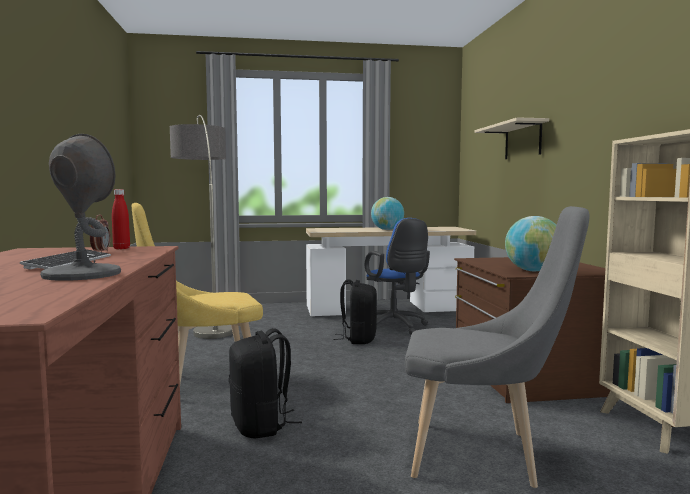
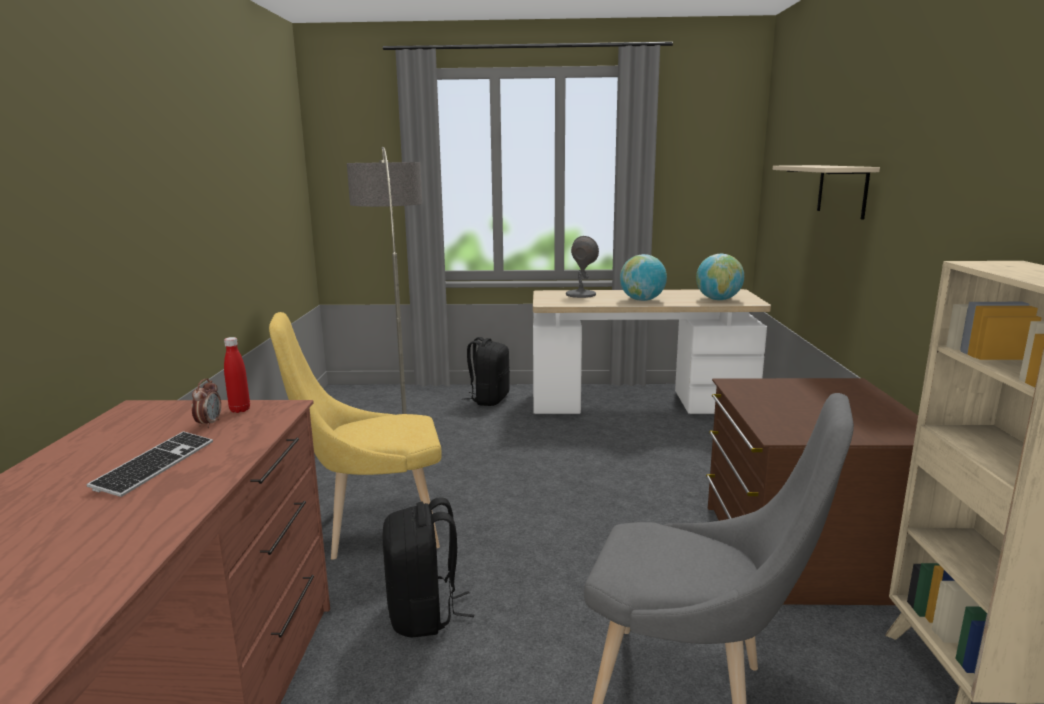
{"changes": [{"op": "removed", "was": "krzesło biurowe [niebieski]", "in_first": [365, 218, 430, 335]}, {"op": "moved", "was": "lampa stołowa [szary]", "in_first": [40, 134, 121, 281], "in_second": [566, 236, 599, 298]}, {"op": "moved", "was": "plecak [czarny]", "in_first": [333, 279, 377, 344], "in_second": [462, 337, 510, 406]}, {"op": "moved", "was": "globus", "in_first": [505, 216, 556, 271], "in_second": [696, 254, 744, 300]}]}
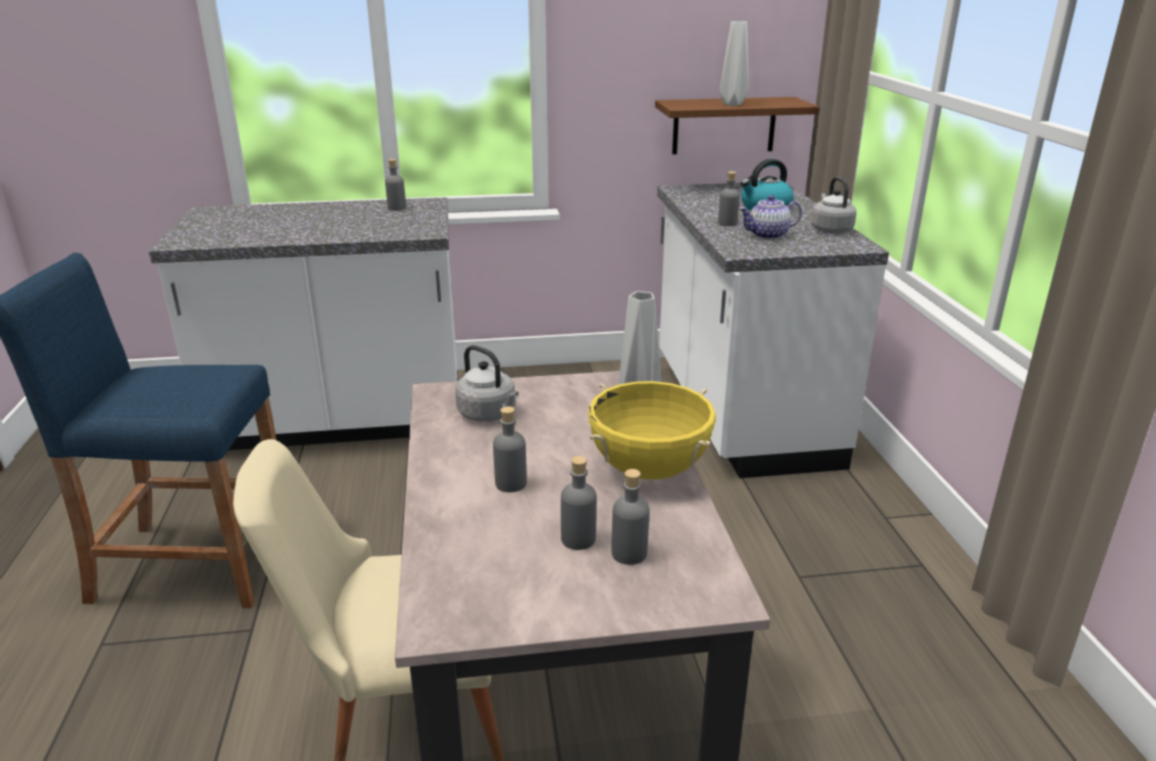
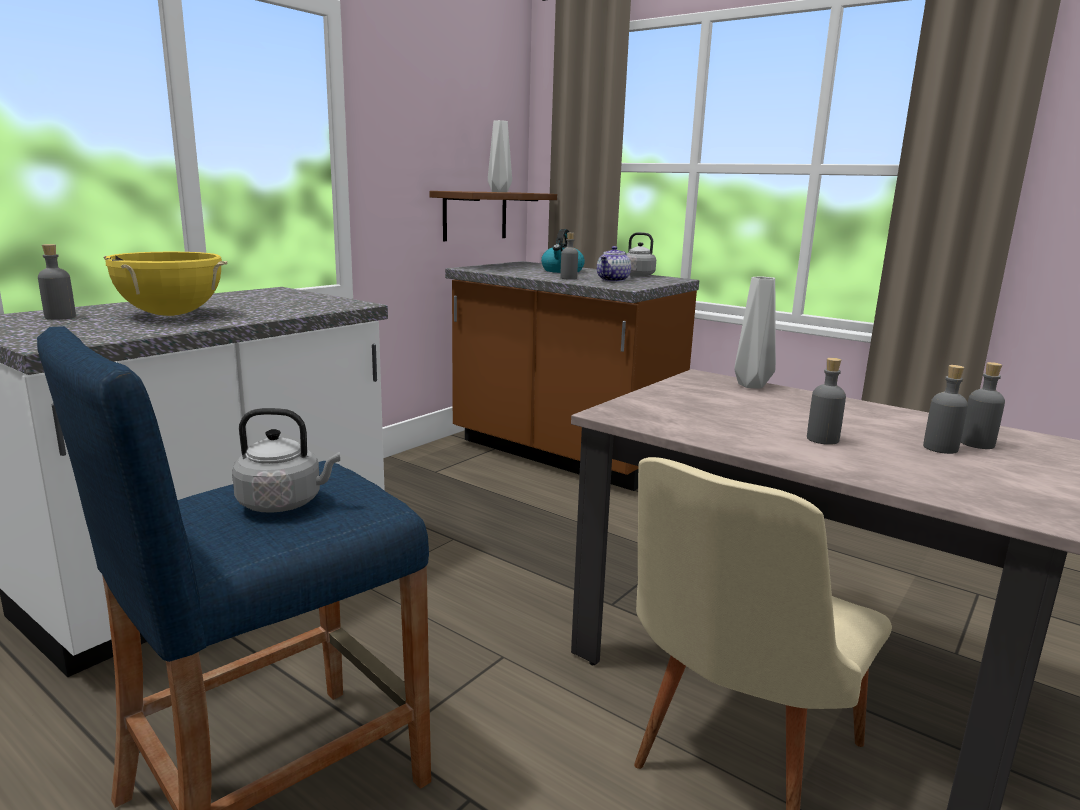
{"changes": [{"op": "moved", "was": "butelka [szary]", "in_first": [385, 159, 406, 211], "in_second": [38, 244, 76, 320]}, {"op": "moved", "was": "czajnik [szary]", "in_first": [455, 345, 519, 422], "in_second": [232, 408, 340, 513]}, {"op": "moved", "was": "garnek [żółty]", "in_first": [588, 381, 716, 480], "in_second": [103, 252, 227, 316]}, {"op": "recoloured", "was": "zabudowa kuchenna [biały]", "now": "zabudowa kuchenna [brązowy]", "in_first": [657, 182, 889, 478], "in_second": [445, 261, 699, 491]}]}
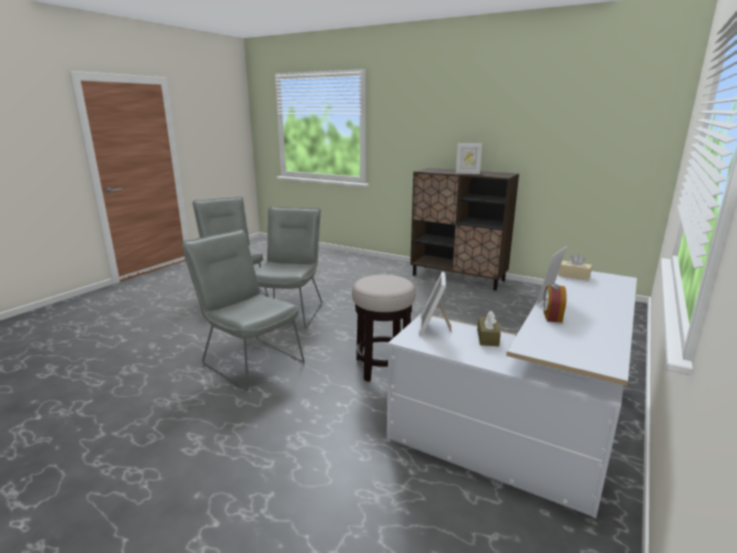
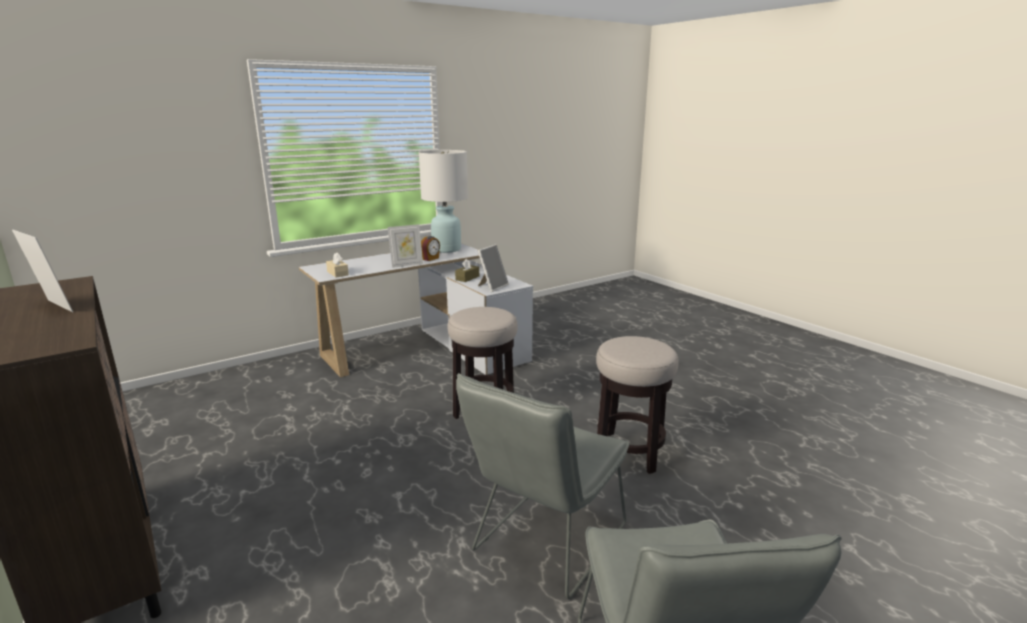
{"changes": [{"op": "added", "now": "lampa stołowa [biały]", "in_second": [419, 150, 468, 253]}, {"op": "replaced", "was": "krzesło [szary]", "now": "stołek", "in_first": [182, 229, 304, 391], "in_second": [596, 336, 679, 474]}]}
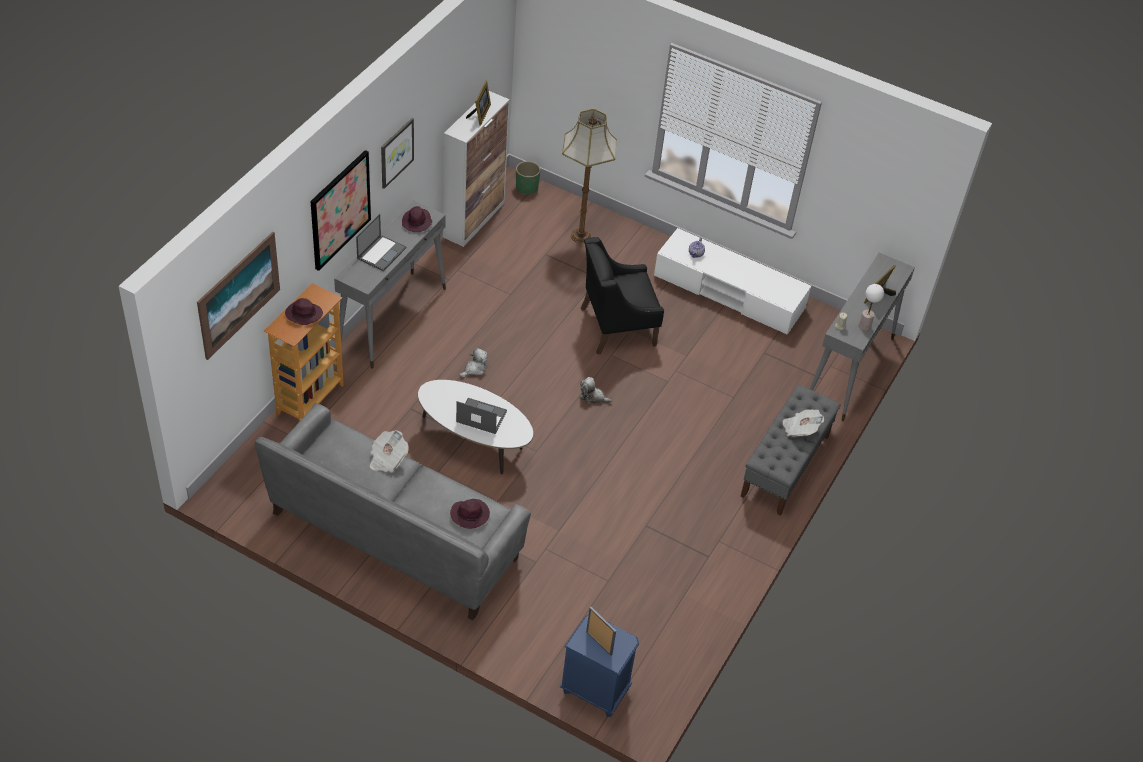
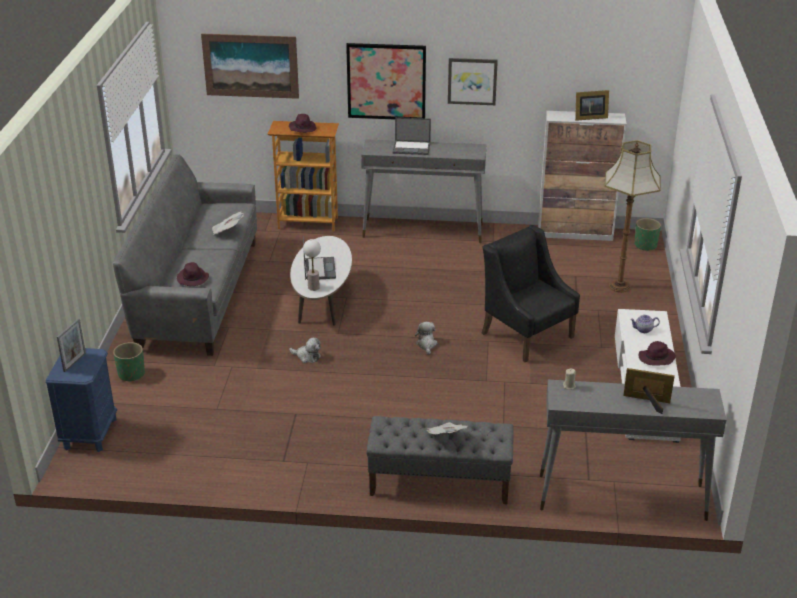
{"changes": [{"op": "added", "now": "donica [zielony]", "in_second": [113, 342, 145, 381]}, {"op": "moved", "was": "kapelusz [fioletowy]", "in_first": [402, 206, 432, 232], "in_second": [639, 341, 676, 365]}, {"op": "moved", "was": "pluszak", "in_first": [459, 348, 488, 378], "in_second": [289, 337, 321, 363]}, {"op": "moved", "was": "lampa stołowa", "in_first": [859, 284, 884, 331], "in_second": [303, 239, 321, 291]}]}
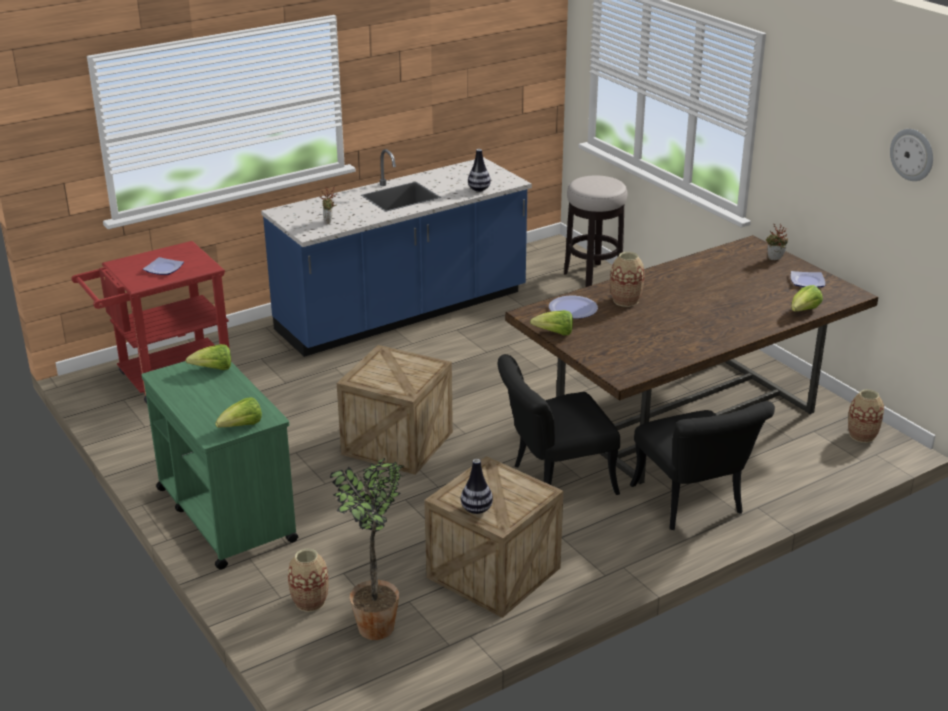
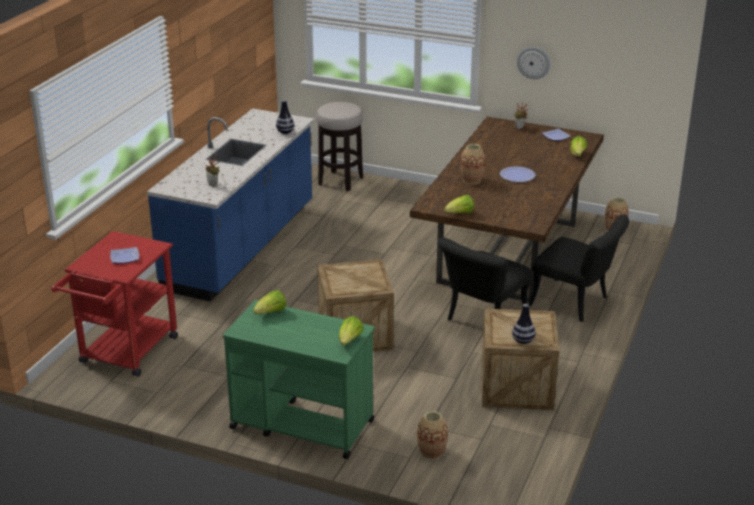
{"changes": [{"op": "removed", "was": "roślina doniczkowa", "in_first": [330, 458, 404, 640]}, {"op": "moved", "was": "talerz", "in_first": [549, 296, 598, 319], "in_second": [500, 166, 536, 182]}, {"op": "moved", "was": "zegar ścienny", "in_first": [890, 129, 933, 181], "in_second": [517, 47, 550, 79]}]}
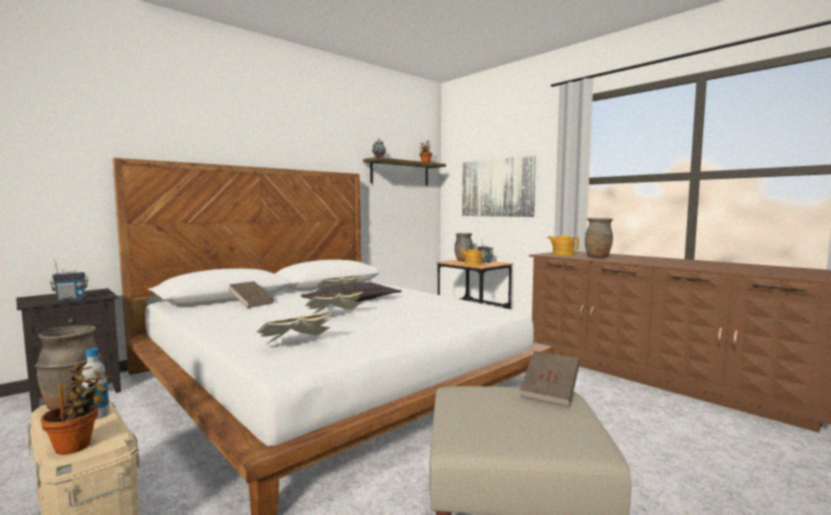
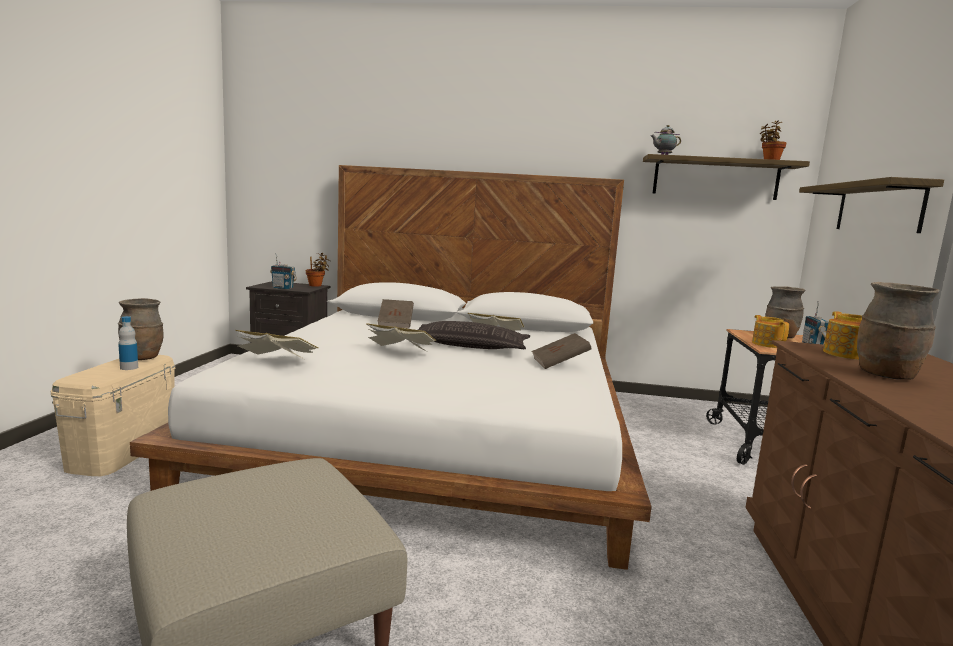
{"changes": [{"op": "moved", "was": "roślina doniczkowa", "in_first": [41, 365, 110, 455], "in_second": [306, 253, 330, 287]}, {"op": "moved", "was": "książka [brązowy]", "in_first": [520, 351, 580, 407], "in_second": [531, 333, 592, 369]}, {"op": "replaced", "was": "obraz", "now": "półka", "in_first": [462, 156, 536, 217], "in_second": [799, 177, 944, 233]}]}
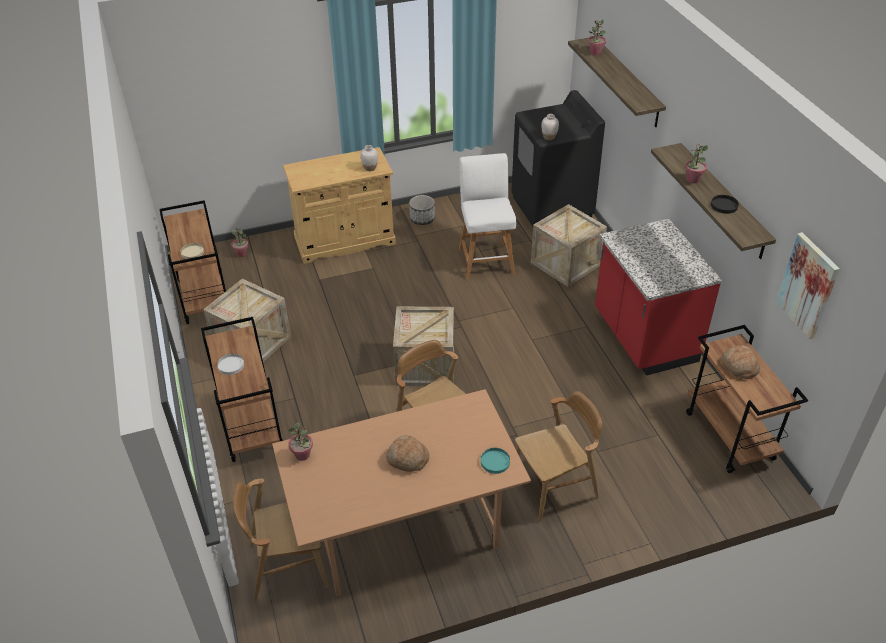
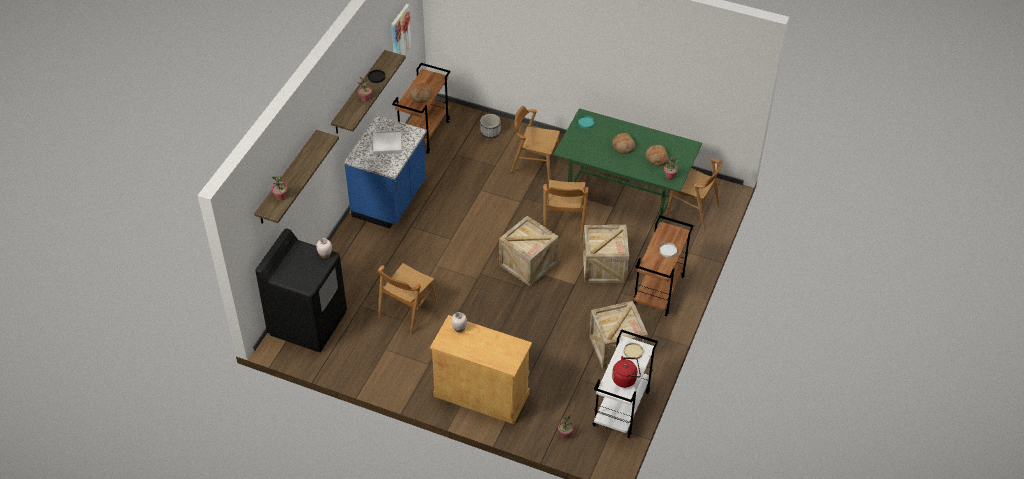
{"changes": [{"op": "added", "now": "taca [biały]", "in_second": [373, 131, 402, 155]}, {"op": "added", "now": "czajnik [czerwony]", "in_second": [612, 356, 641, 388]}, {"op": "added", "now": "chleb", "in_second": [645, 145, 668, 166]}, {"op": "moved", "was": "donica", "in_first": [409, 195, 435, 225], "in_second": [480, 114, 501, 139]}, {"op": "moved", "was": "skrzynka", "in_first": [531, 204, 607, 287], "in_second": [583, 225, 629, 283]}, {"op": "replaced", "was": "stołek [biały]", "now": "krzesło [brązowy]", "in_first": [459, 153, 516, 279], "in_second": [378, 263, 437, 334]}, {"op": "recoloured", "was": "wózek [brązowy]", "now": "wózek [biały]", "in_first": [159, 200, 226, 324], "in_second": [592, 329, 658, 438]}, {"op": "recoloured", "was": "stół jadalny [brązowy]", "now": "stół jadalny [zielony]", "in_first": [272, 389, 531, 596], "in_second": [553, 108, 702, 224]}, {"op": "recoloured", "was": "zabudowa kuchenna [czerwony]", "now": "zabudowa kuchenna [niebieski]", "in_first": [595, 219, 722, 376], "in_second": [344, 115, 427, 229]}]}
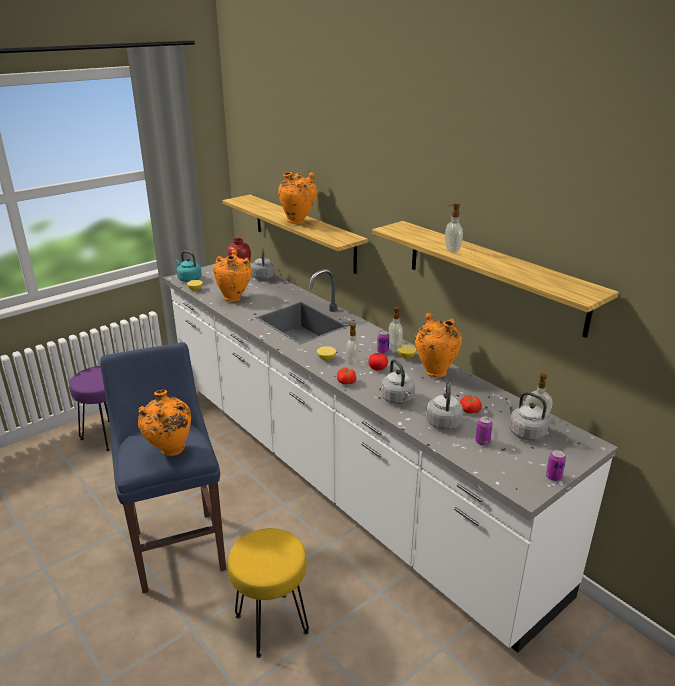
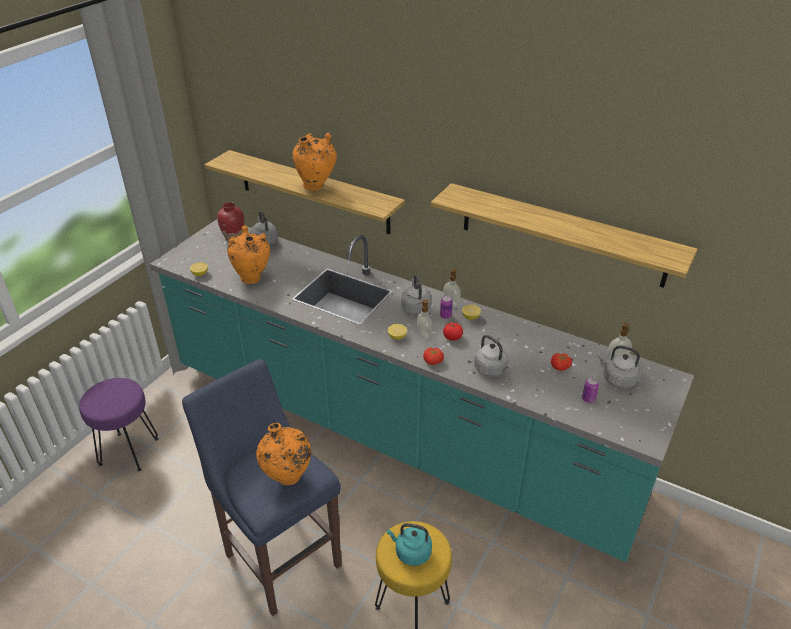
{"changes": [{"op": "removed", "was": "wazon [pomarańczowy]", "in_first": [415, 313, 462, 377]}, {"op": "removed", "was": "dozownik mydła", "in_first": [445, 202, 463, 253]}, {"op": "removed", "was": "puszka", "in_first": [546, 449, 566, 481]}, {"op": "moved", "was": "czajnik [turkusowy]", "in_first": [176, 251, 202, 282], "in_second": [387, 523, 432, 566]}, {"op": "moved", "was": "czajnik [szary]", "in_first": [426, 382, 463, 430], "in_second": [401, 275, 431, 315]}, {"op": "recoloured", "was": "zabudowa kuchenna [biały]", "now": "zabudowa kuchenna [turkusowy]", "in_first": [163, 262, 618, 653], "in_second": [150, 219, 694, 562]}]}
